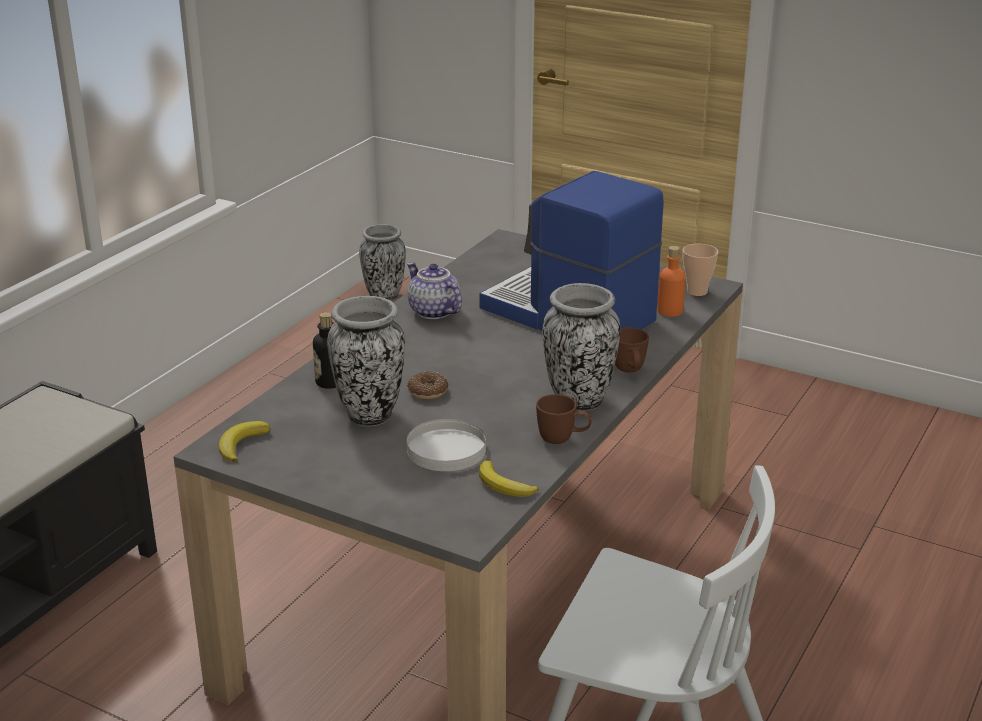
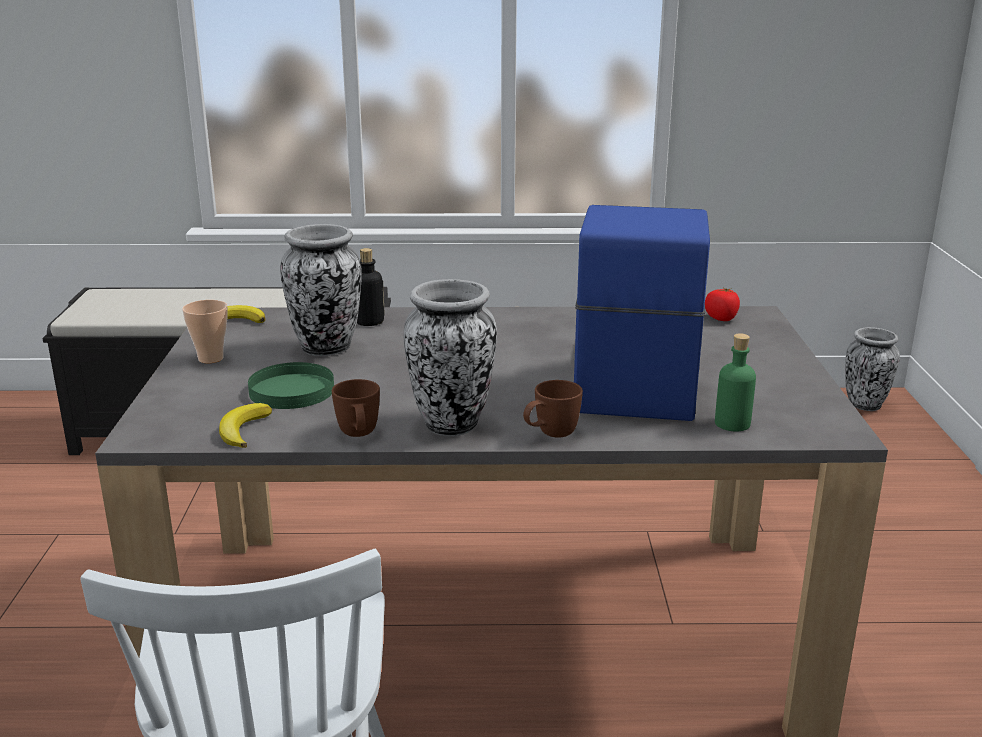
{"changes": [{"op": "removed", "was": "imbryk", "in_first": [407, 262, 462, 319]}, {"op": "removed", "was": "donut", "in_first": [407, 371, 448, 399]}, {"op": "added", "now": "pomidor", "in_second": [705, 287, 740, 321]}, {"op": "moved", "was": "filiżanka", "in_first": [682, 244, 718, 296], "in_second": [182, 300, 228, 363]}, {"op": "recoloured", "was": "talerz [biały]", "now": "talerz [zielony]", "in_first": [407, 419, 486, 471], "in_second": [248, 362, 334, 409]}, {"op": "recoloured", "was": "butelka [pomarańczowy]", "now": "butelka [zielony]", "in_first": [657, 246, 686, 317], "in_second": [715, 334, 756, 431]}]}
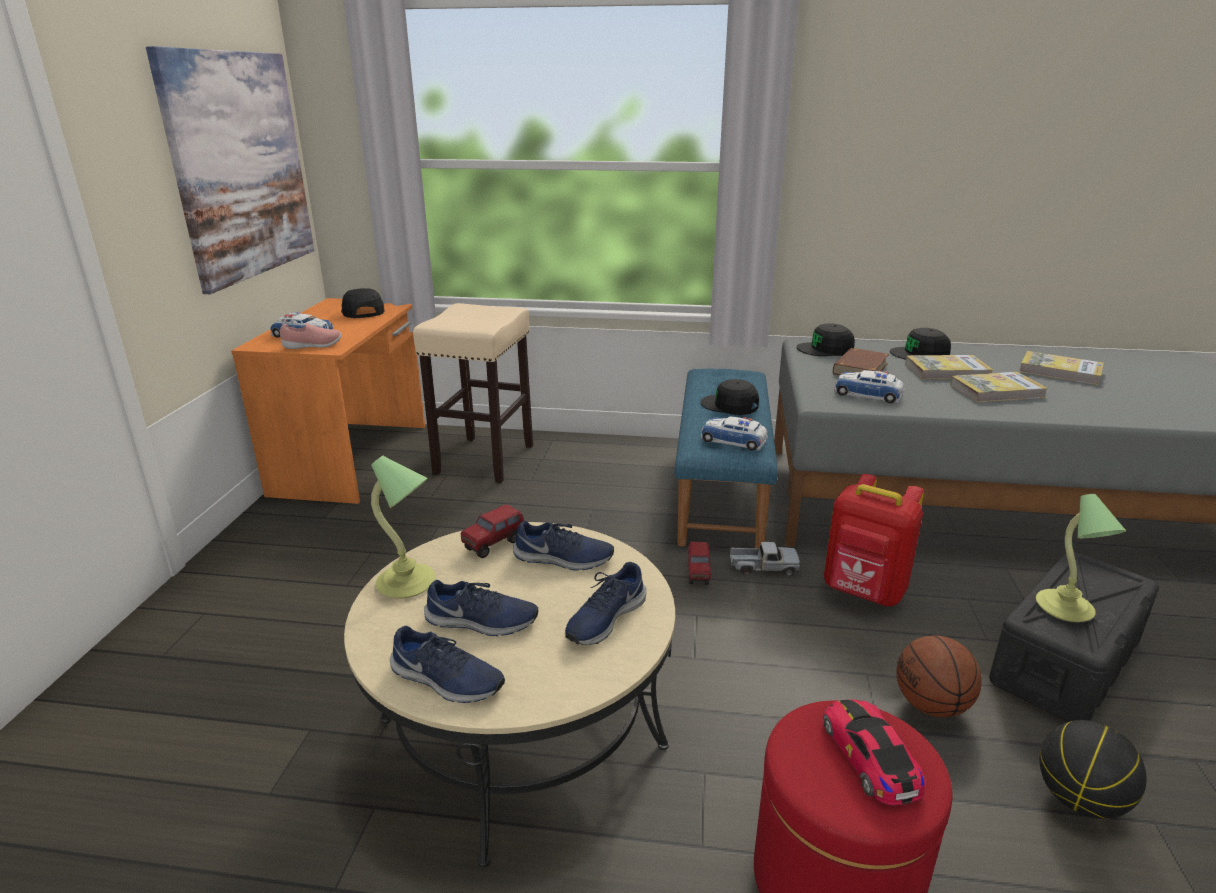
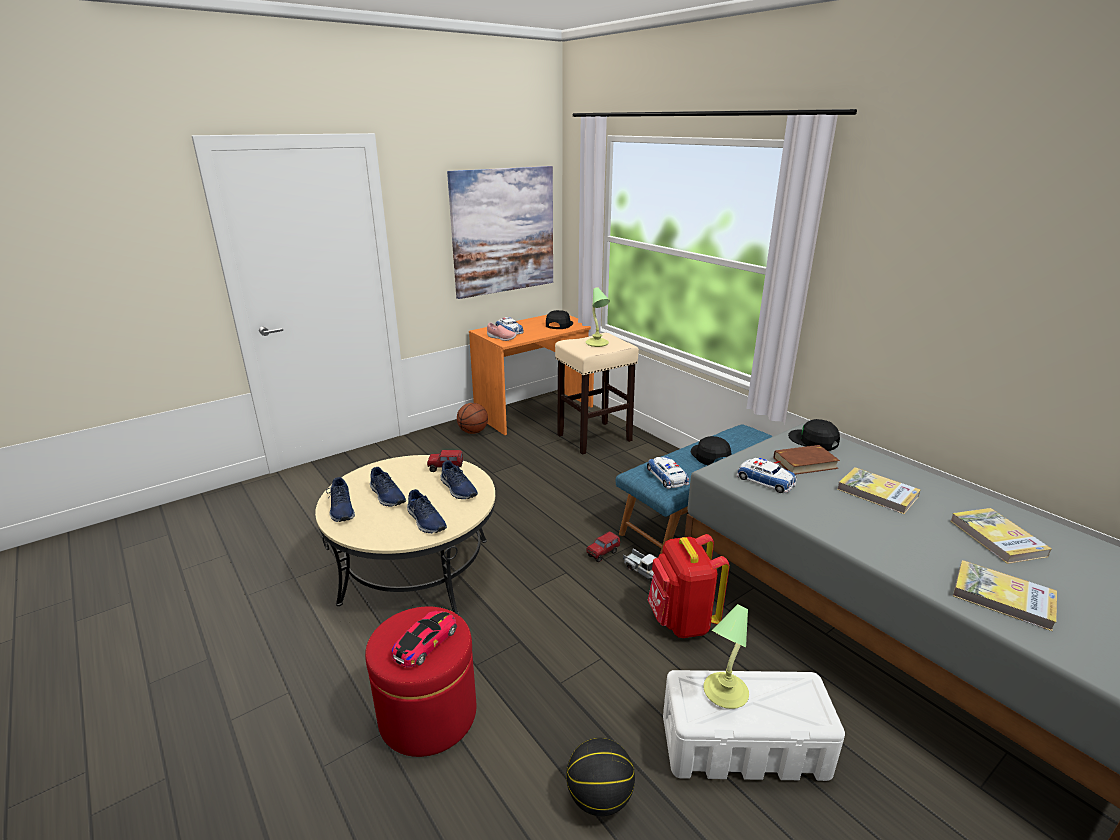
{"changes": [{"op": "removed", "was": "czapka z daszkiem [czarny]", "in_first": [890, 328, 951, 360]}, {"op": "moved", "was": "lampa stołowa", "in_first": [371, 456, 436, 599], "in_second": [586, 287, 610, 347]}, {"op": "moved", "was": "piłka do koszykówki", "in_first": [896, 635, 982, 717], "in_second": [457, 403, 488, 434]}, {"op": "moved", "was": "książka", "in_first": [950, 372, 1048, 403], "in_second": [953, 560, 1057, 631]}, {"op": "recoloured", "was": "pojemnik do przechowywania [czarny]", "now": "pojemnik do przechowywania [biały]", "in_first": [989, 552, 1159, 722], "in_second": [663, 670, 845, 781]}, {"op": "turned", "was": "but [niebieski]", "in_first": [565, 562, 647, 645], "in_second": [407, 489, 447, 533], "clockwise": -120}, {"op": "turned", "was": "samochodzik", "in_first": [834, 370, 905, 403], "in_second": [736, 458, 797, 493], "clockwise": 150}]}
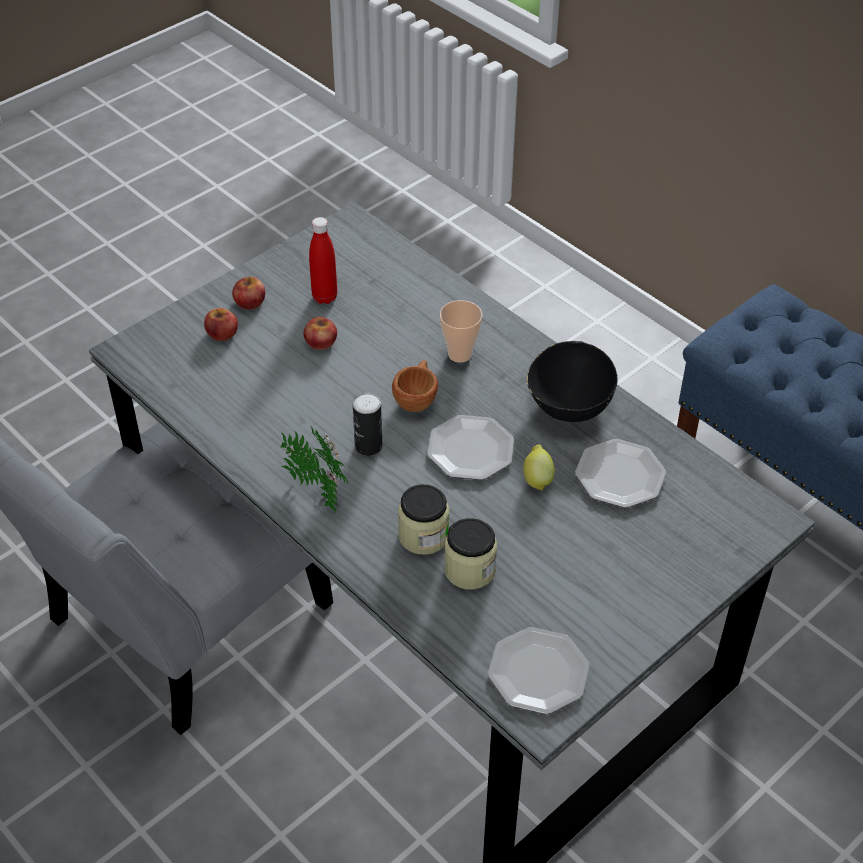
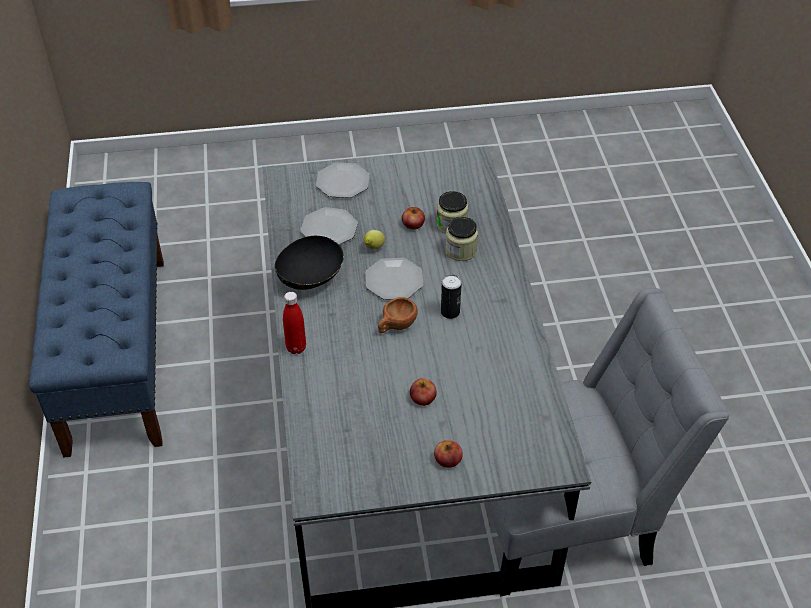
{"changes": [{"op": "removed", "was": "roślina doniczkowa", "in_first": [280, 425, 348, 513]}, {"op": "removed", "was": "filiżanka", "in_first": [440, 300, 483, 363]}, {"op": "moved", "was": "jabłko", "in_first": [204, 308, 238, 341], "in_second": [402, 207, 425, 230]}, {"op": "moved", "was": "butelka [czerwony]", "in_first": [309, 217, 337, 304], "in_second": [283, 292, 306, 354]}, {"op": "moved", "was": "talerz", "in_first": [488, 627, 590, 714], "in_second": [316, 162, 370, 198]}]}
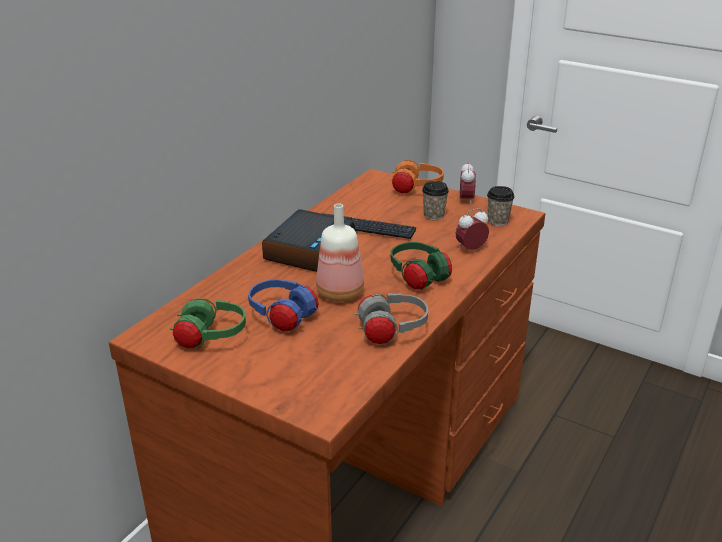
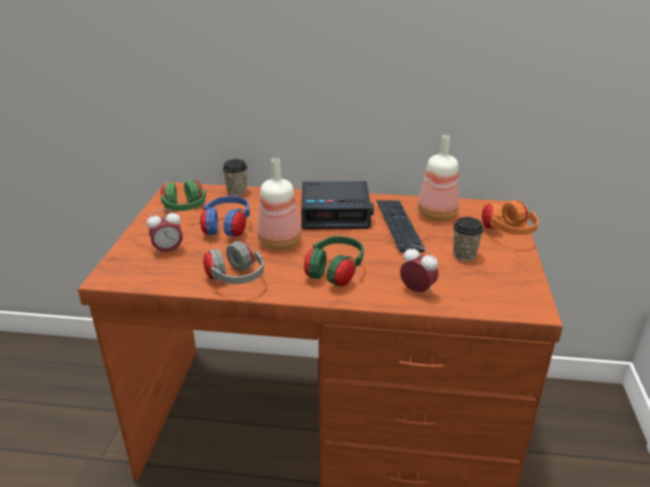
{"changes": [{"op": "added", "now": "butelka", "in_second": [418, 135, 459, 221]}, {"op": "moved", "was": "budzik", "in_first": [460, 161, 476, 205], "in_second": [147, 209, 183, 256]}, {"op": "moved", "was": "filiżanka", "in_first": [487, 186, 514, 226], "in_second": [223, 159, 248, 196]}]}
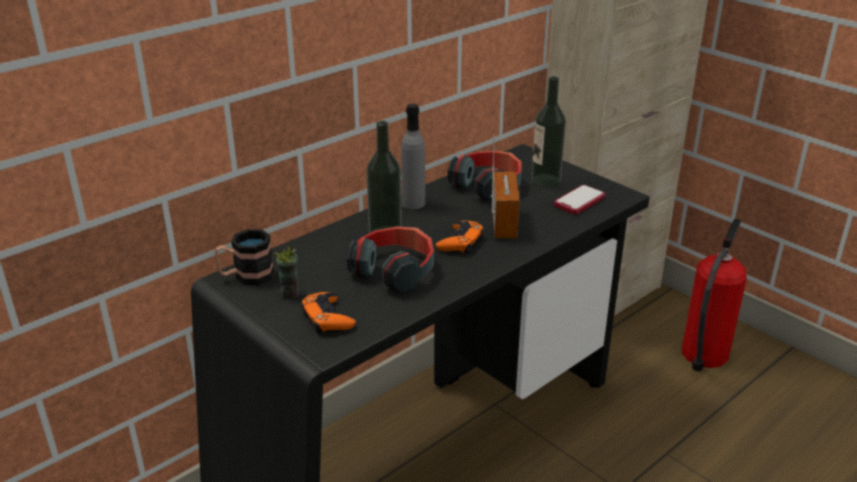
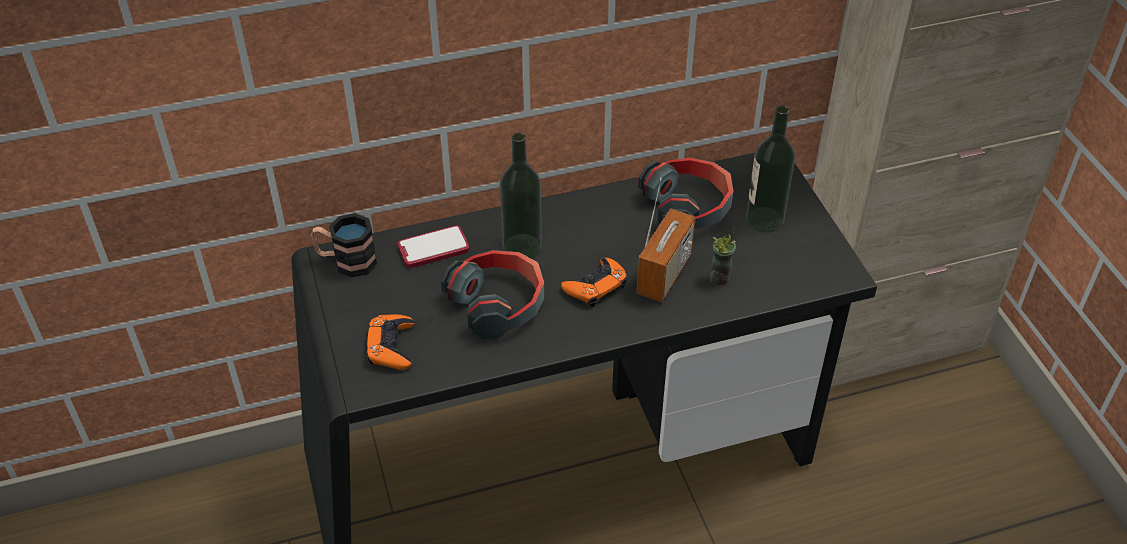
{"changes": [{"op": "removed", "was": "butelka [szary]", "in_first": [401, 104, 425, 209]}, {"op": "removed", "was": "gaśnica", "in_first": [682, 219, 747, 371]}, {"op": "moved", "was": "filiżanka", "in_first": [275, 240, 299, 299], "in_second": [710, 228, 736, 286]}, {"op": "moved", "was": "telefon", "in_first": [554, 185, 605, 215], "in_second": [398, 226, 469, 268]}]}
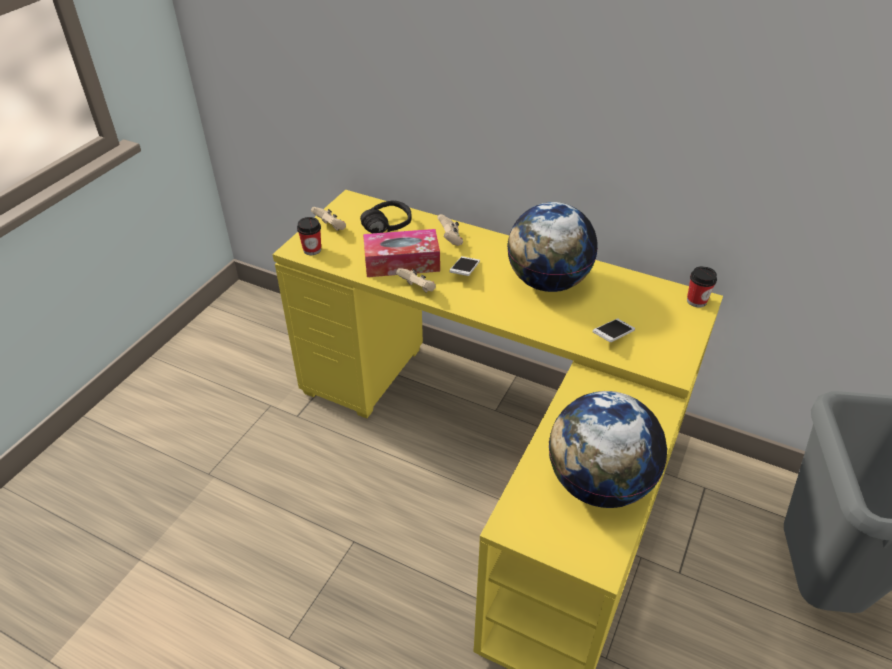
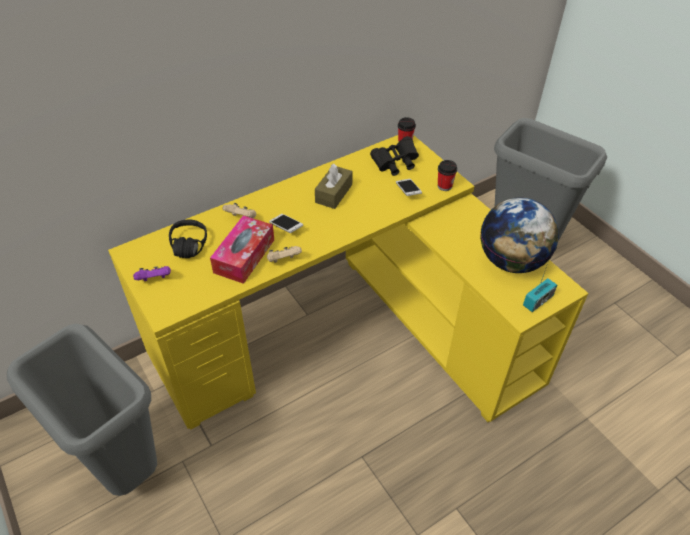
{"changes": [{"op": "added", "now": "kosz na śmieci [szary]", "in_second": [7, 324, 157, 496]}, {"op": "added", "now": "lornetka [czarny]", "in_second": [370, 136, 419, 176]}, {"op": "added", "now": "radio", "in_second": [523, 263, 557, 312]}, {"op": "moved", "was": "filiżanka", "in_first": [297, 217, 321, 255], "in_second": [438, 160, 457, 191]}, {"op": "replaced", "was": "globus", "now": "pudełko chusteczek [brązowy]", "in_first": [507, 202, 598, 292], "in_second": [315, 164, 353, 209]}, {"op": "recoloured", "was": "pad do gier [beżowy]", "now": "pad do gier [fioletowy]", "in_first": [311, 207, 346, 230], "in_second": [133, 266, 171, 281]}]}
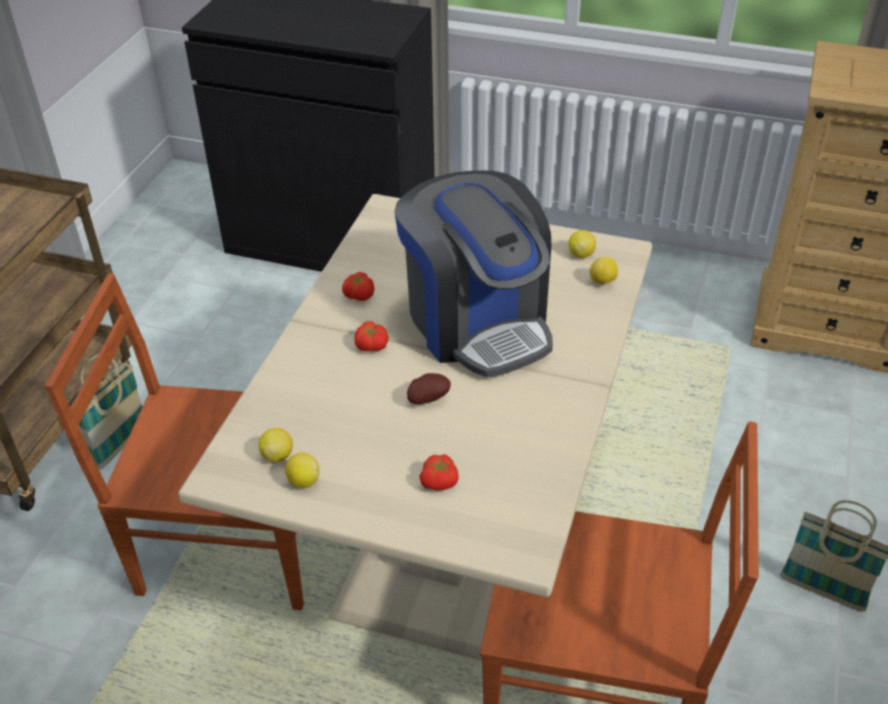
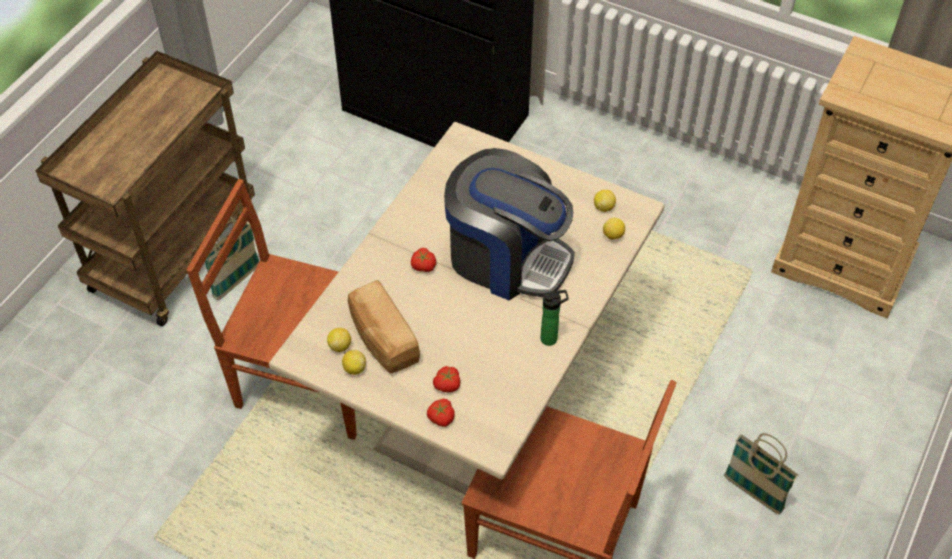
{"changes": [{"op": "removed", "was": "ziemniak", "in_first": [407, 373, 451, 404]}, {"op": "added", "now": "chleb", "in_second": [348, 280, 420, 373]}, {"op": "added", "now": "butelka", "in_second": [540, 290, 568, 346]}, {"op": "moved", "was": "pomidor", "in_first": [342, 272, 374, 301], "in_second": [427, 399, 455, 427]}, {"op": "turned", "was": "ekspres do kawy", "in_first": [394, 170, 553, 377], "in_second": [444, 148, 575, 301], "clockwise": -45}]}
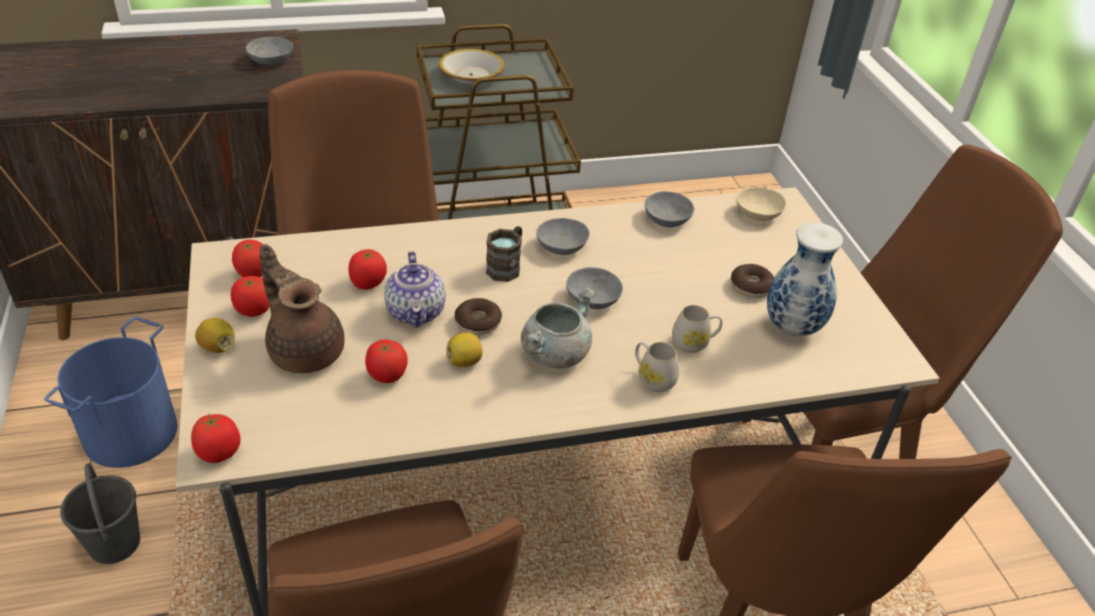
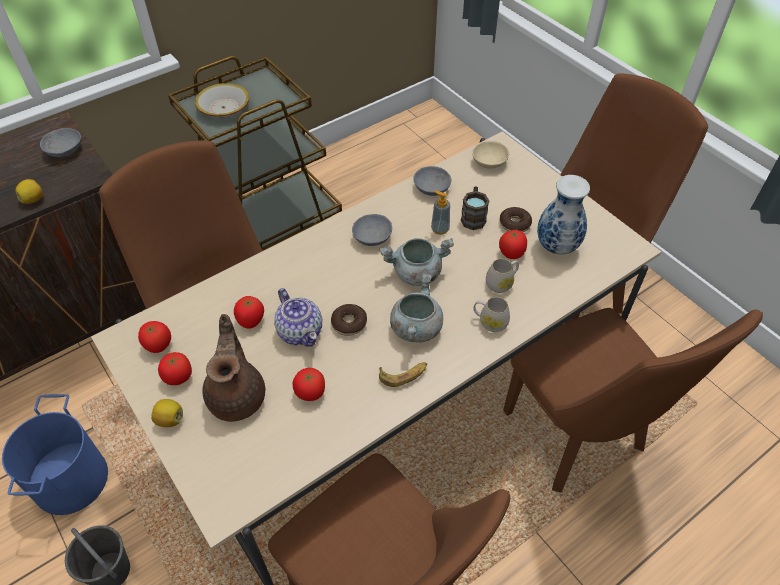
{"changes": [{"op": "added", "now": "banan", "in_second": [379, 362, 427, 387]}, {"op": "added", "now": "dozownik mydła", "in_second": [431, 191, 450, 235]}, {"op": "moved", "was": "pomidor", "in_first": [191, 412, 241, 463], "in_second": [499, 229, 527, 259]}, {"op": "moved", "was": "cytryna", "in_first": [446, 332, 483, 367], "in_second": [15, 179, 43, 204]}, {"op": "moved", "was": "kubek [brązowy]", "in_first": [486, 226, 522, 282], "in_second": [461, 186, 489, 230]}, {"op": "replaced", "was": "miska [szary]", "now": "garnek [szary]", "in_first": [566, 267, 623, 309], "in_second": [379, 238, 454, 286]}, {"op": "turned", "was": "imbryk [brązowy]", "in_first": [259, 244, 344, 373], "in_second": [203, 314, 265, 422], "clockwise": 60}]}
